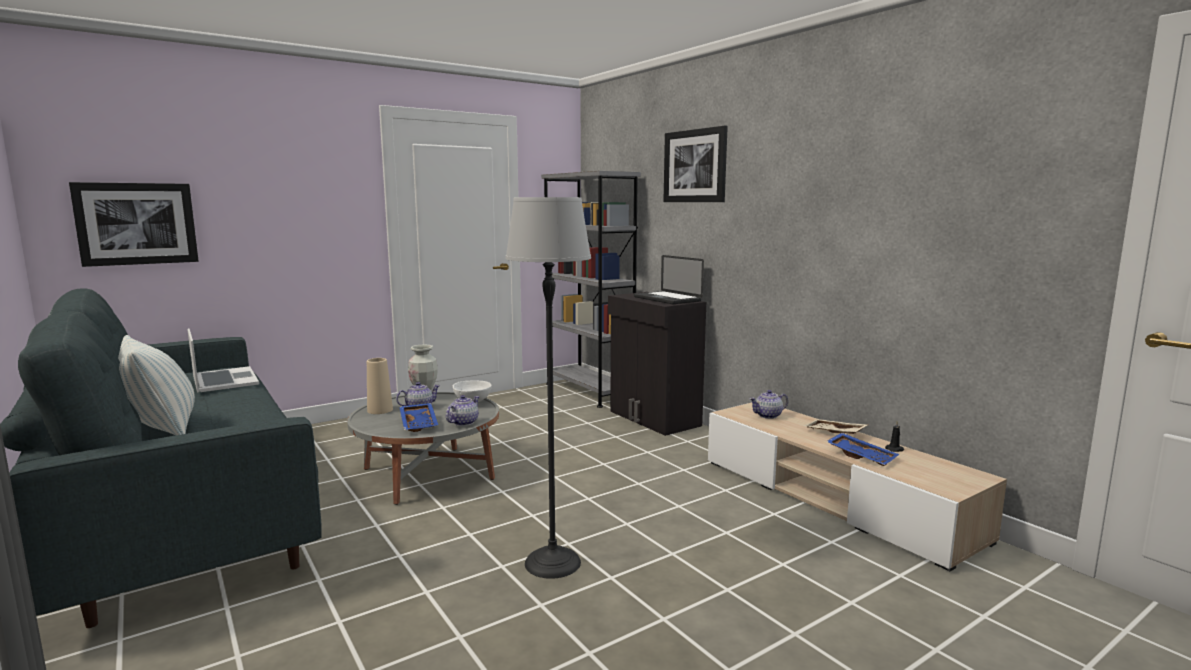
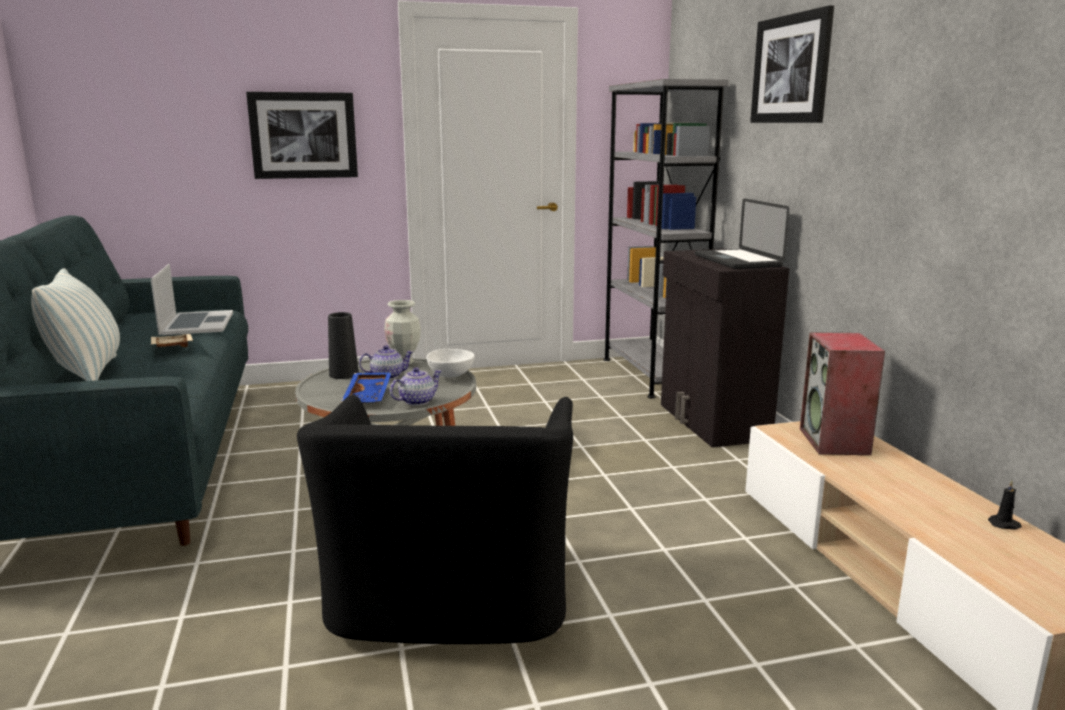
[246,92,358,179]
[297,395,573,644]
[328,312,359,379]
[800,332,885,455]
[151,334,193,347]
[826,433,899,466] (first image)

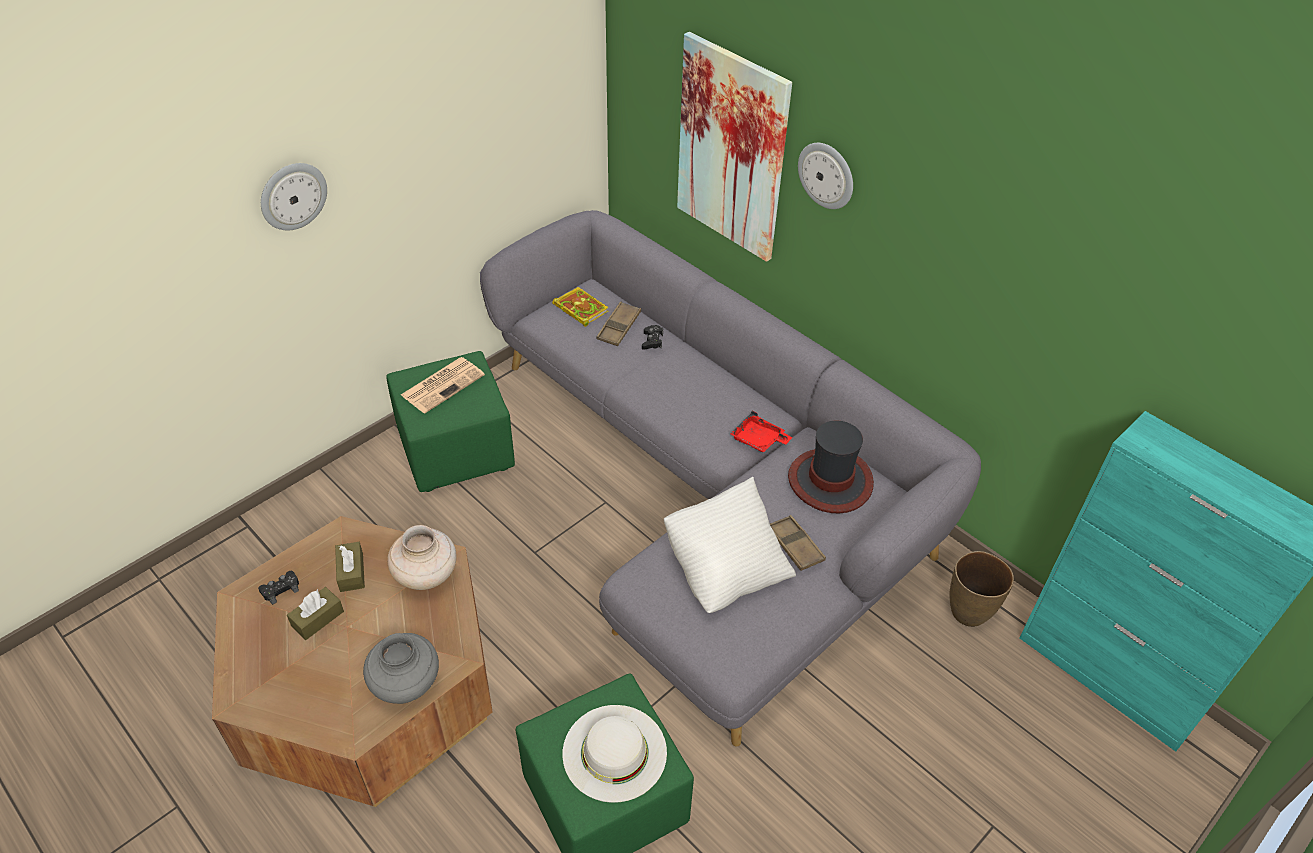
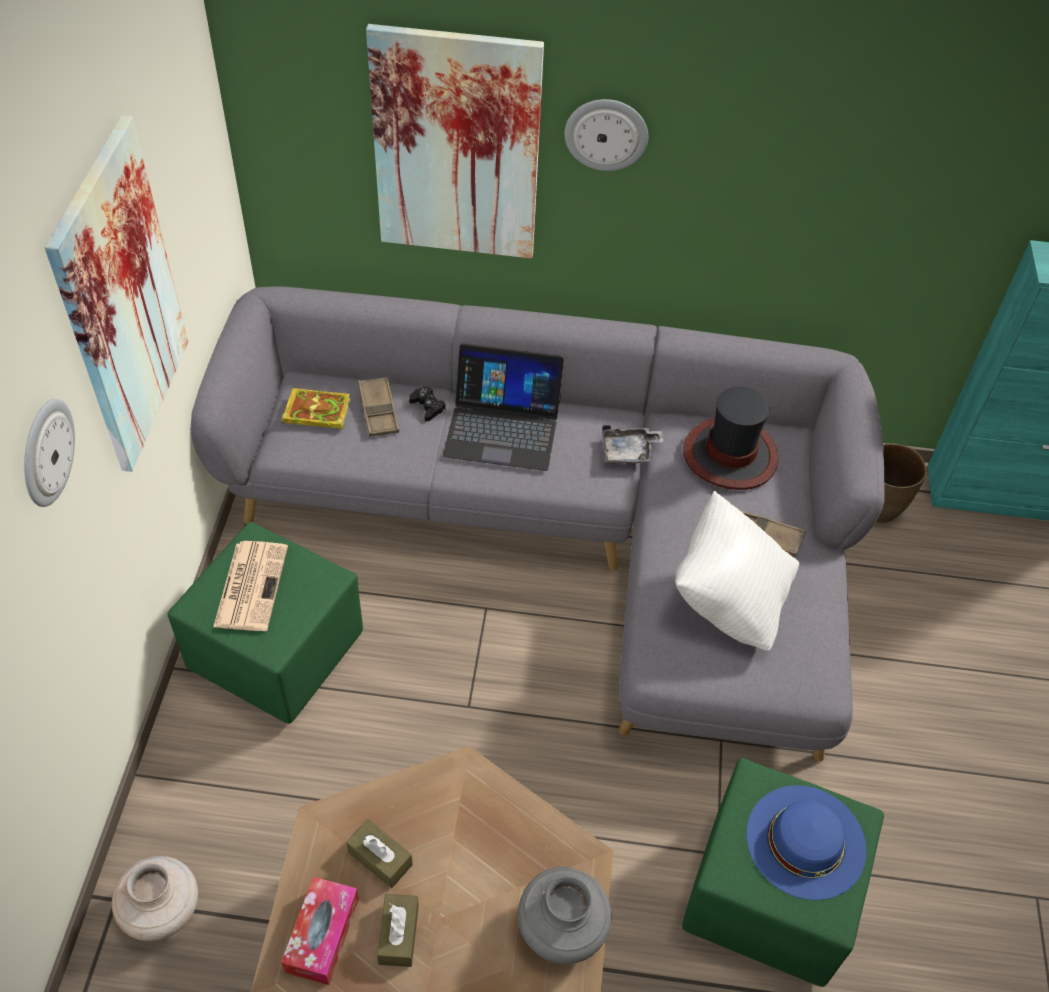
[602,425,663,464]
[112,856,198,941]
[281,877,359,985]
[746,785,867,900]
[44,116,188,472]
[443,343,564,471]

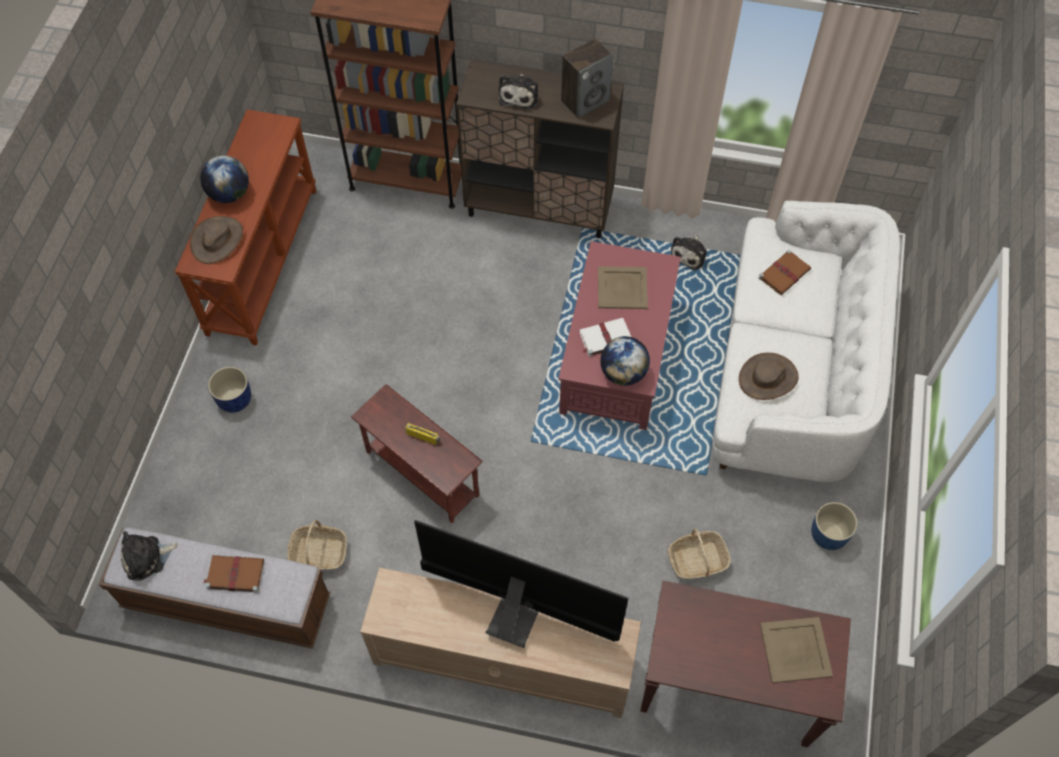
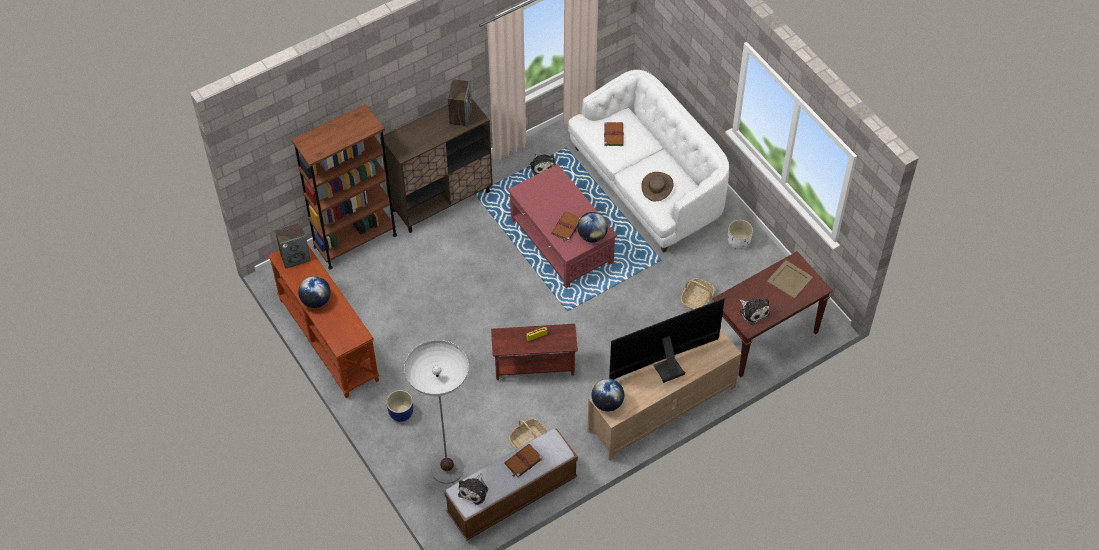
[740,298,770,325]
[190,216,243,264] (first image)
[598,266,648,309] (first image)
[551,212,580,242]
[728,220,753,249]
[275,223,311,269]
[404,340,469,484]
[591,379,624,412]

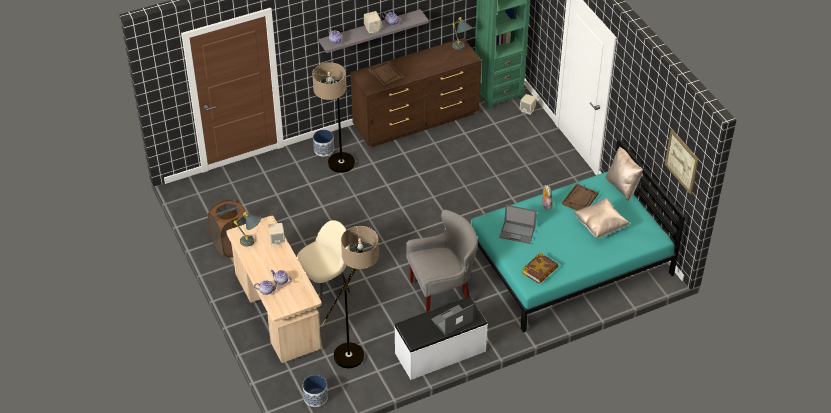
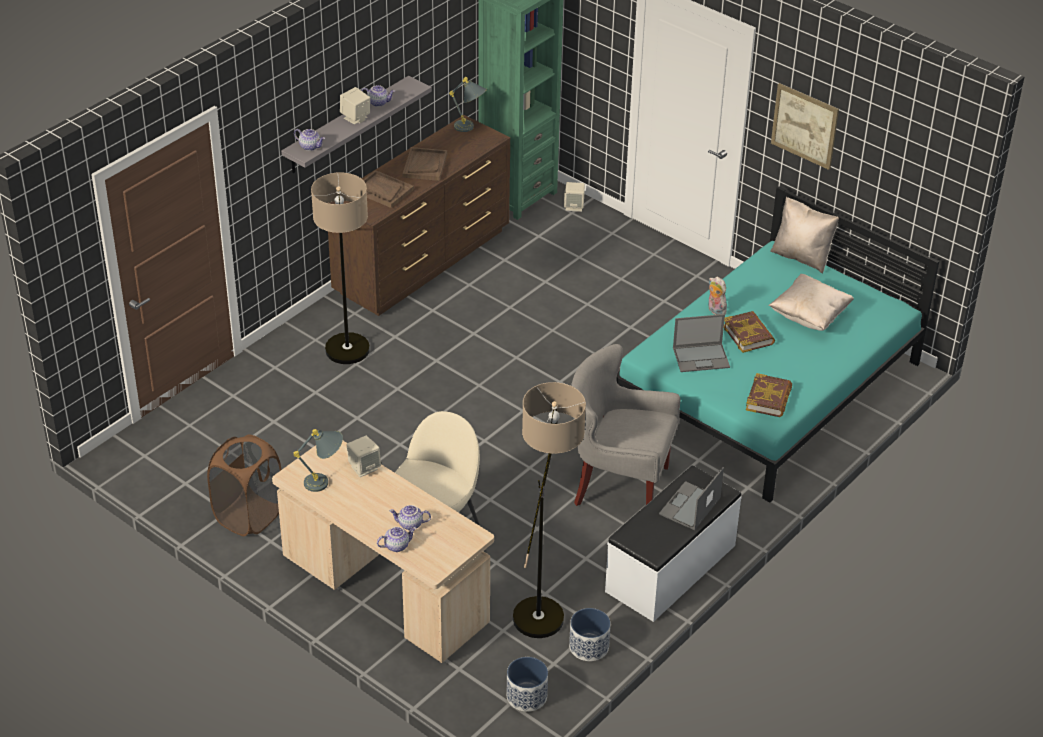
[569,608,611,661]
[771,83,839,170]
[403,147,447,181]
[571,344,680,506]
[724,311,775,353]

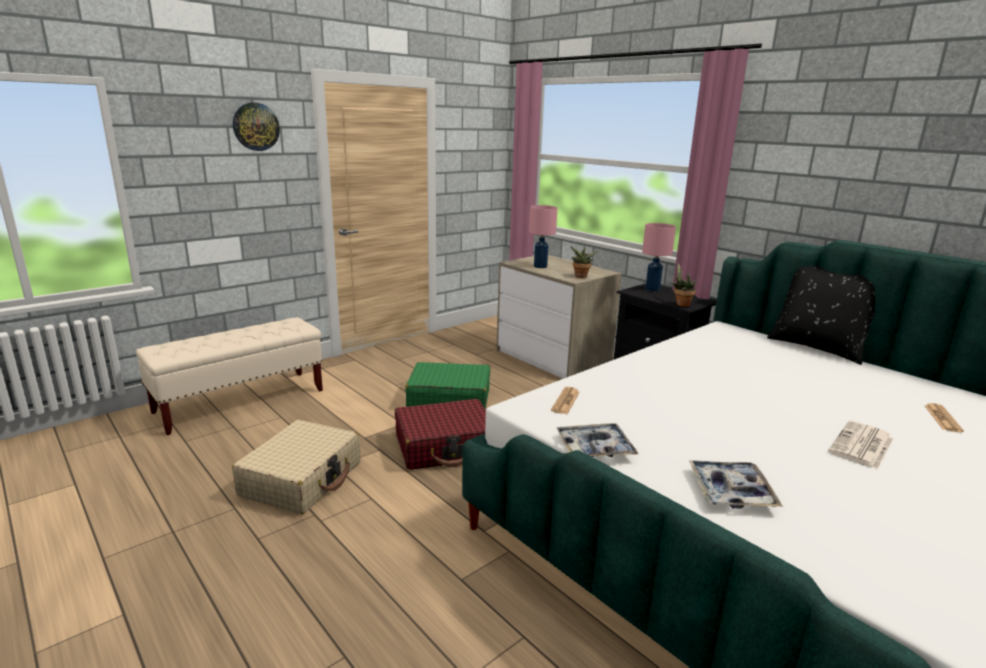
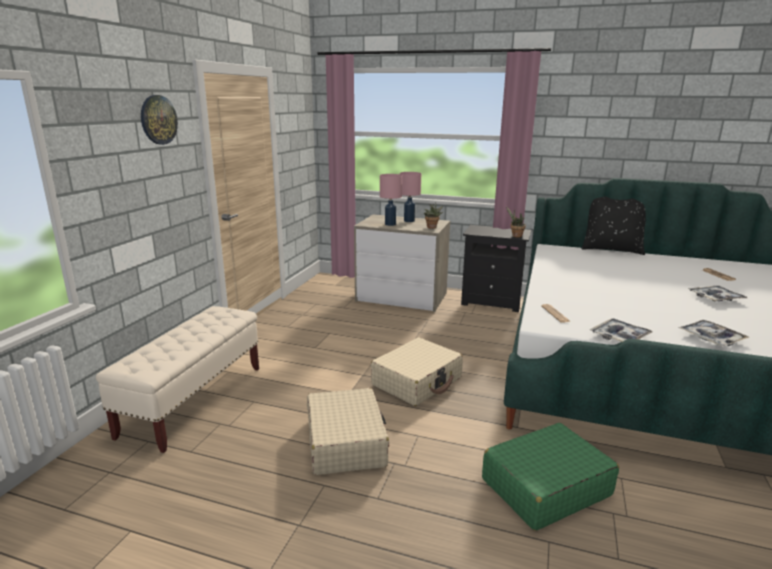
[400,172,421,222]
[482,423,619,531]
[371,338,463,406]
[688,286,747,301]

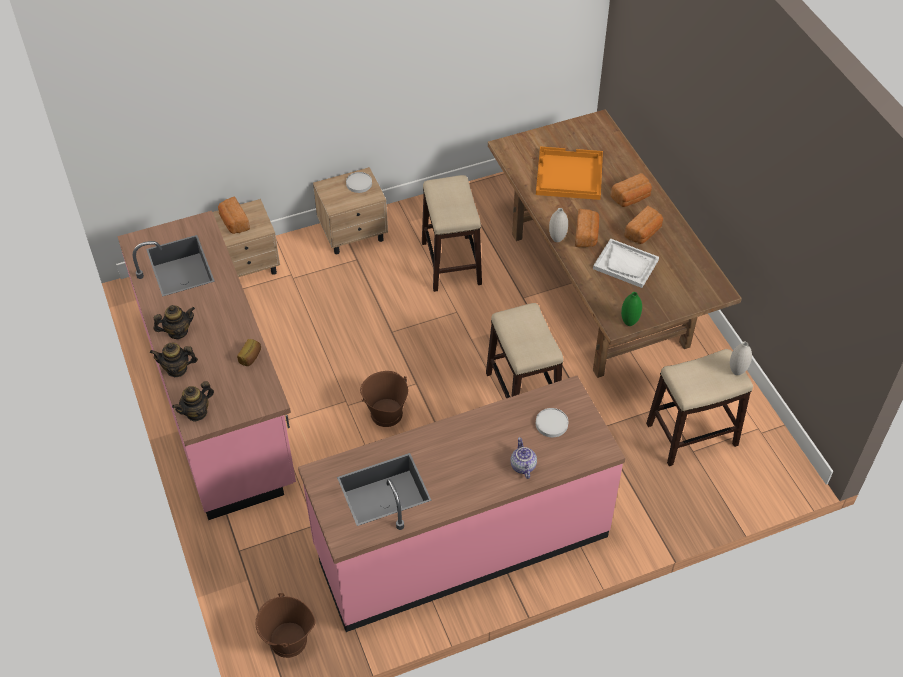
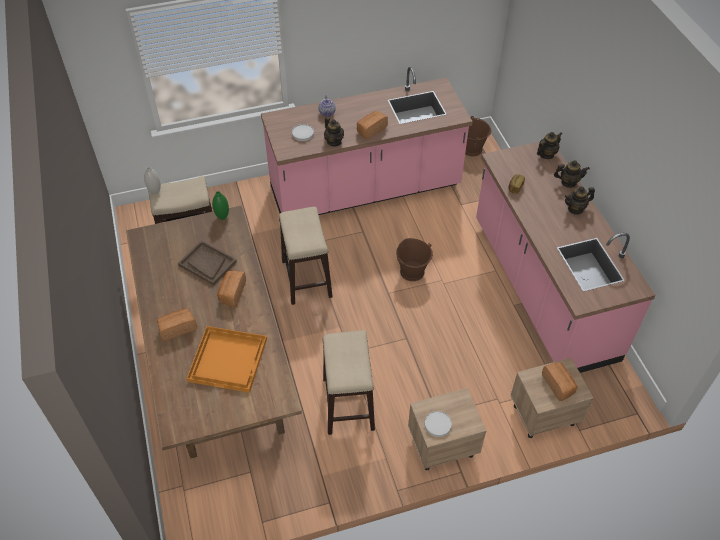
[357,111,388,140]
[549,208,568,242] (first image)
[178,240,237,286]
[324,117,344,146]

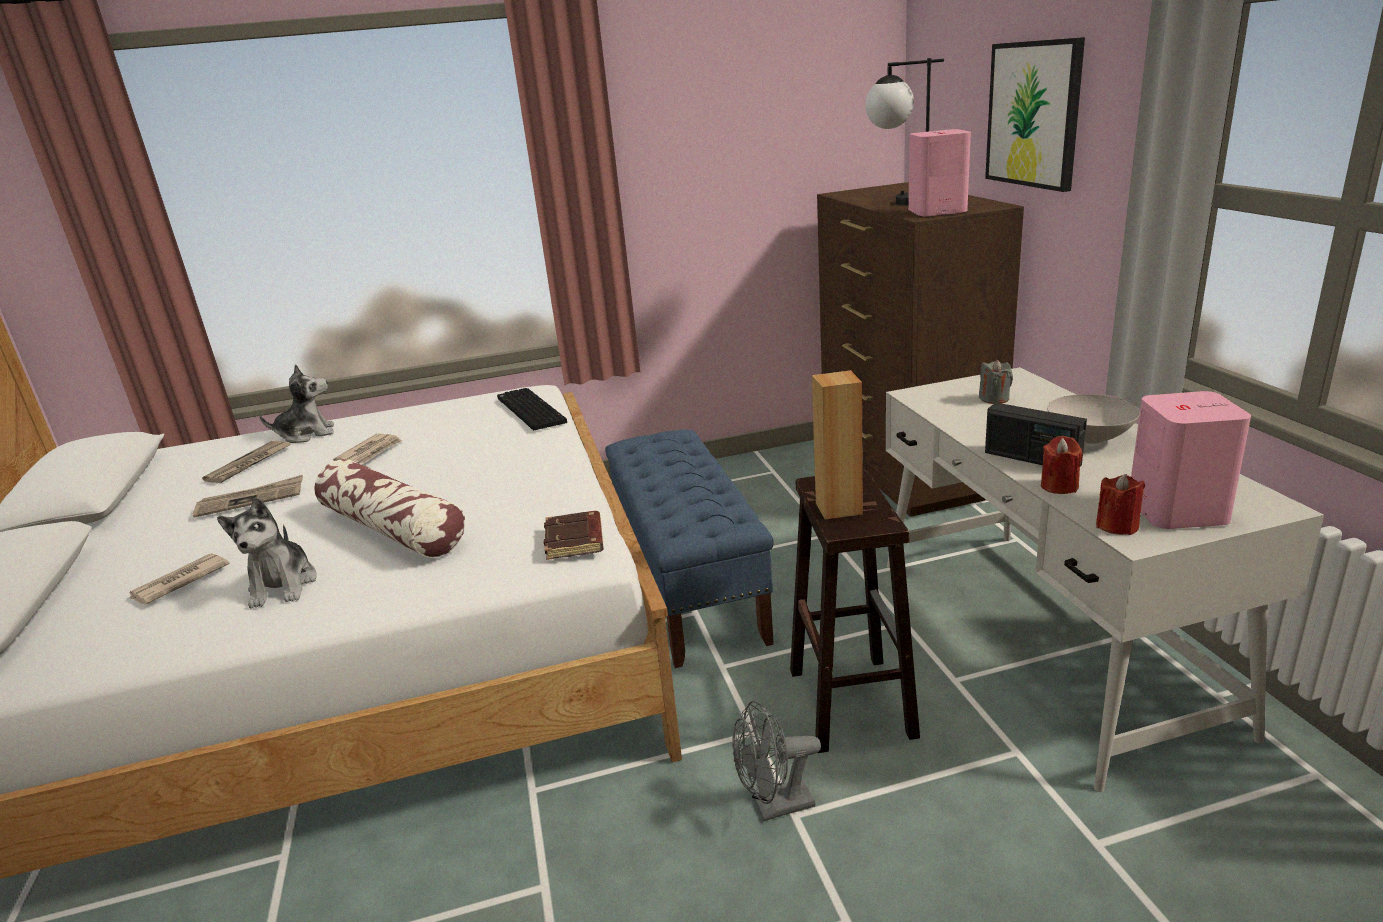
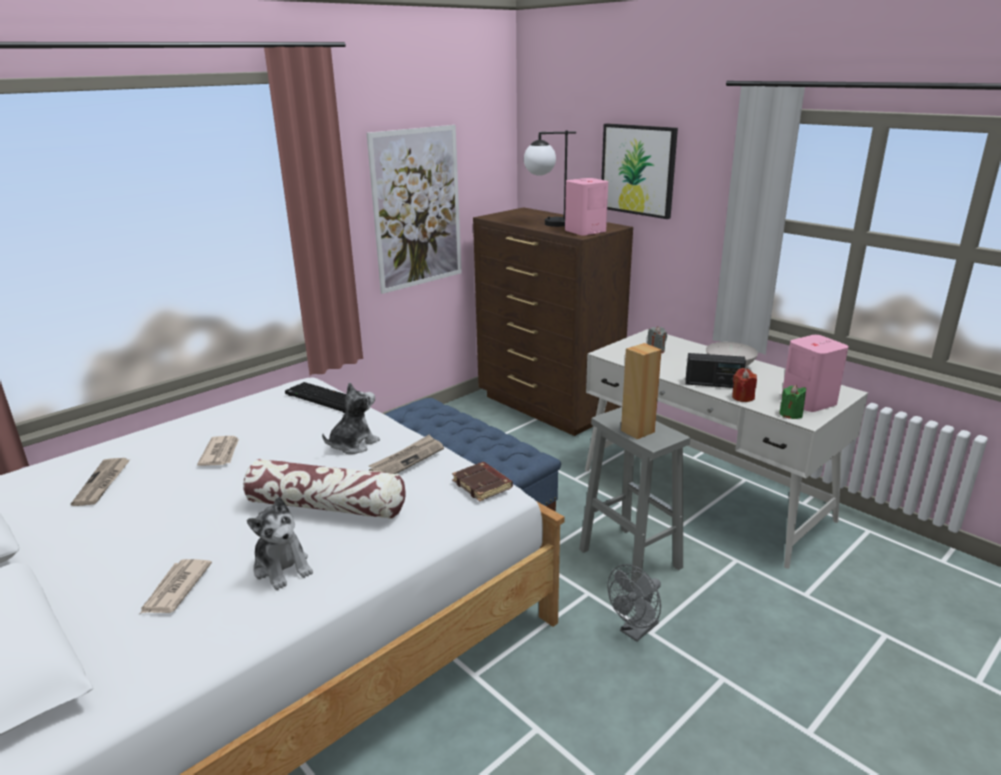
[322,382,380,454]
[579,407,690,589]
[779,385,806,419]
[369,434,444,474]
[367,125,462,294]

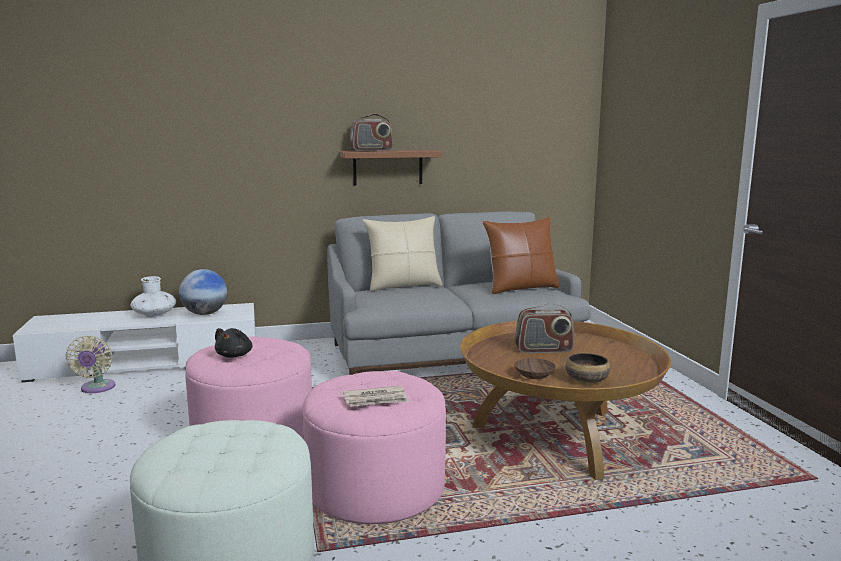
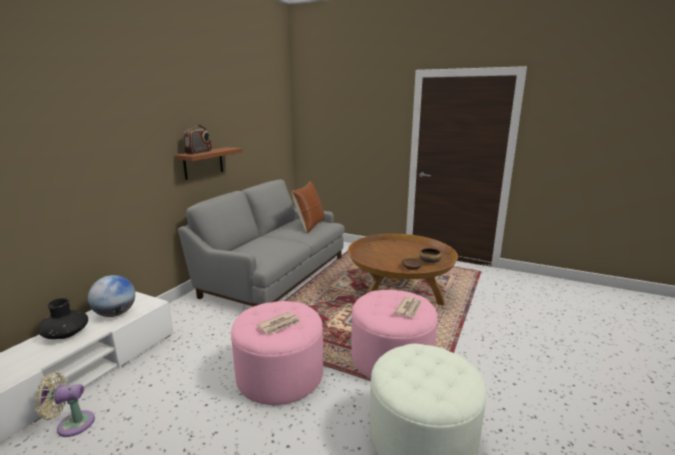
[363,216,442,291] (first image)
[38,298,88,339]
[515,303,574,353] (first image)
[257,312,301,335]
[35,372,95,437]

